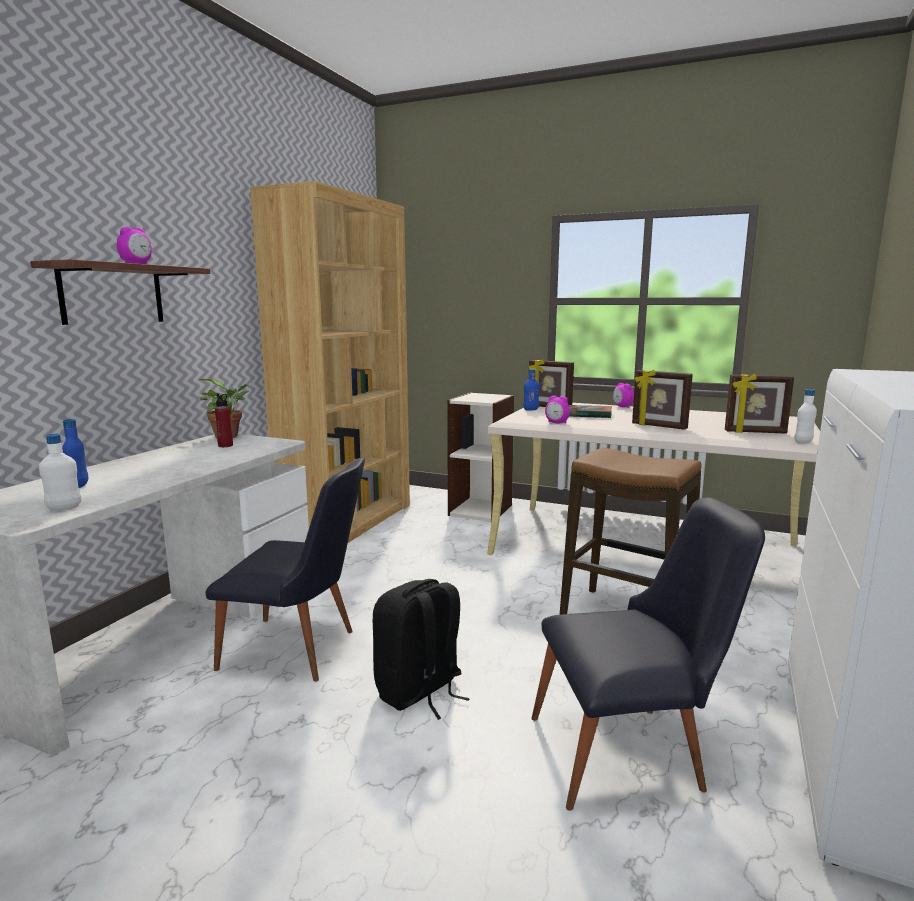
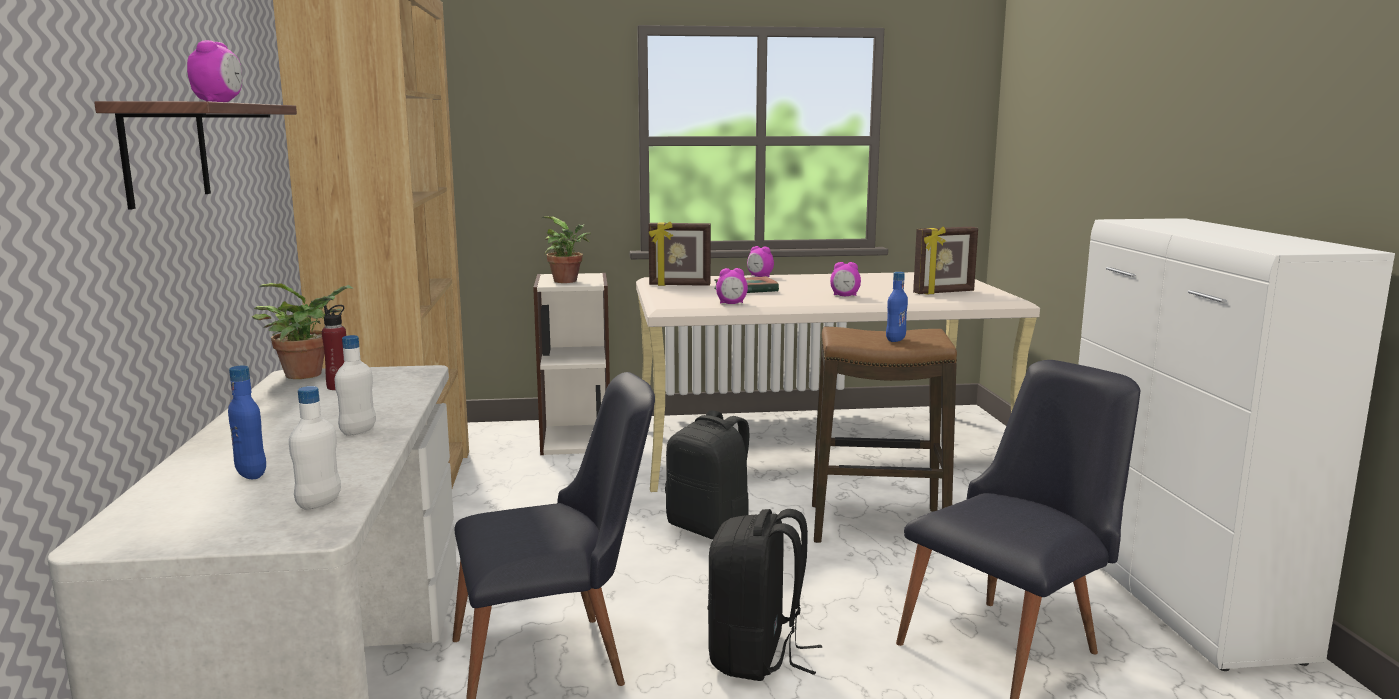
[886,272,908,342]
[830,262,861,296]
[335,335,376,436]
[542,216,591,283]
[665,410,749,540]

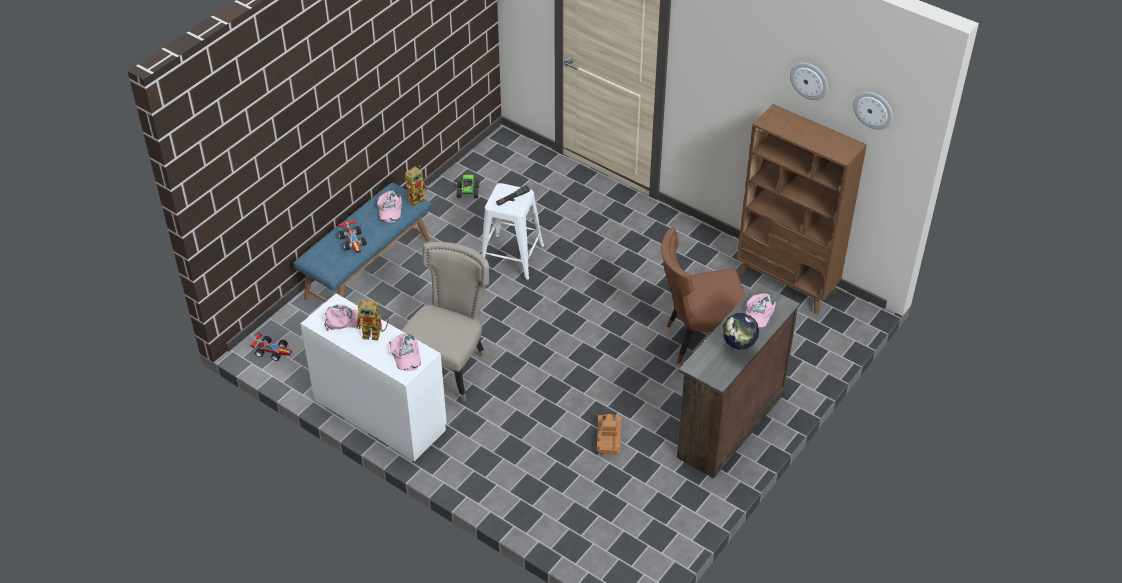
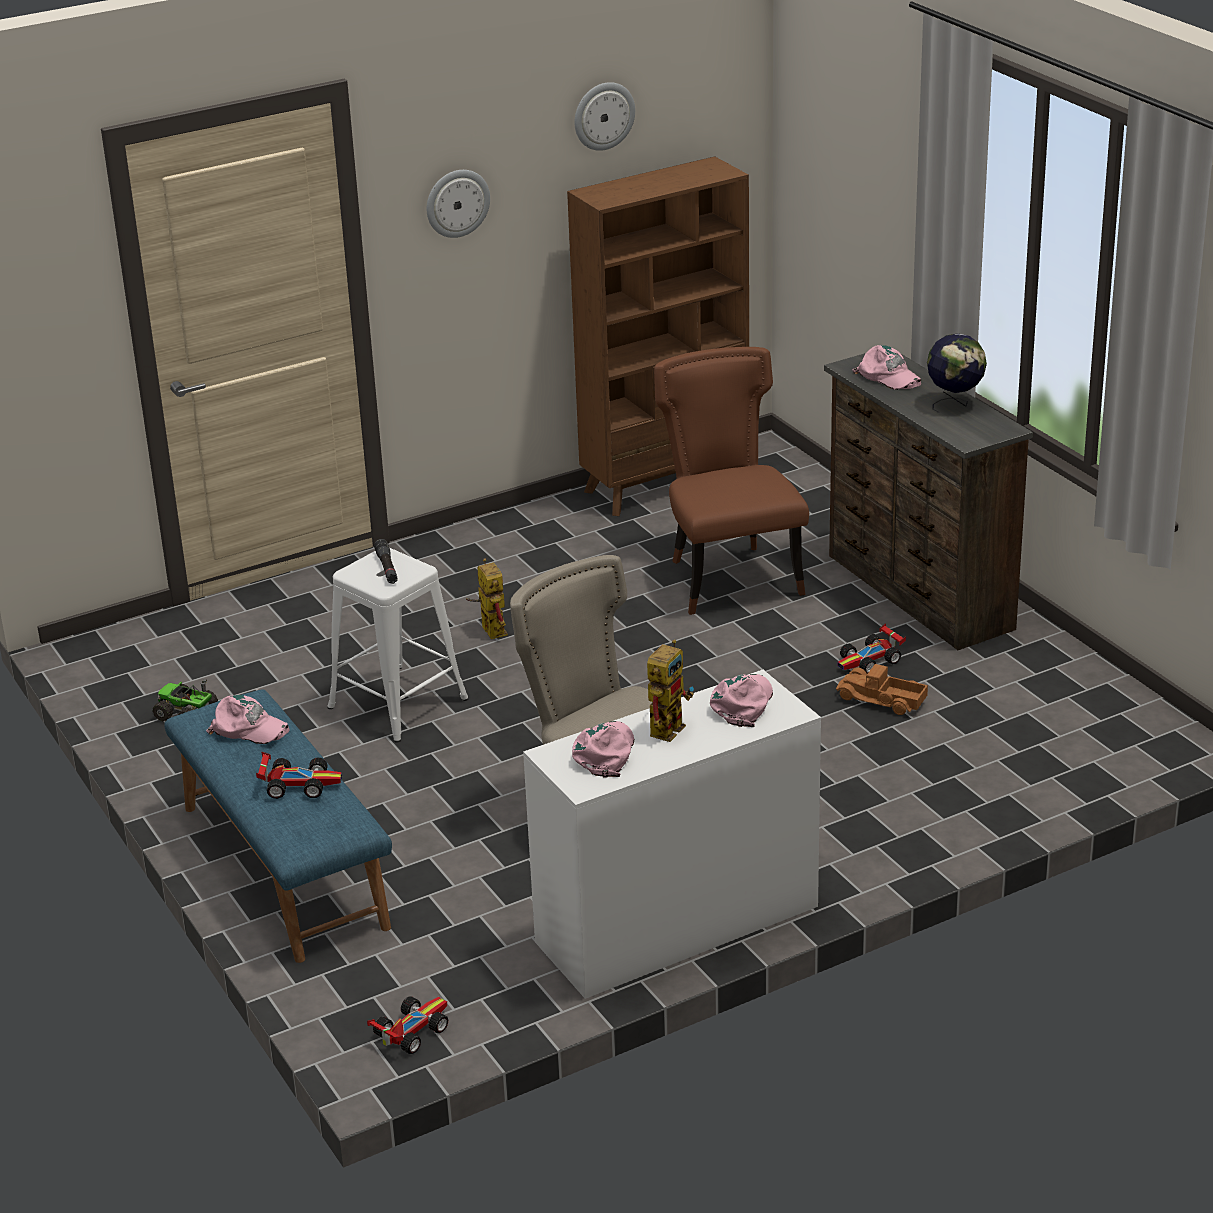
[427,170,490,238]
[466,558,508,639]
[654,347,809,615]
[710,674,773,727]
[838,623,906,674]

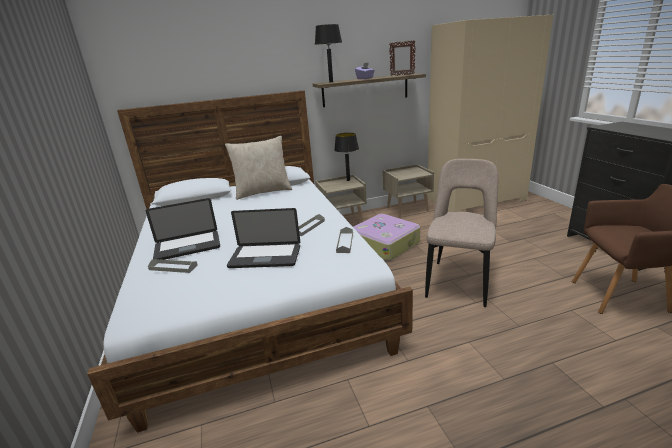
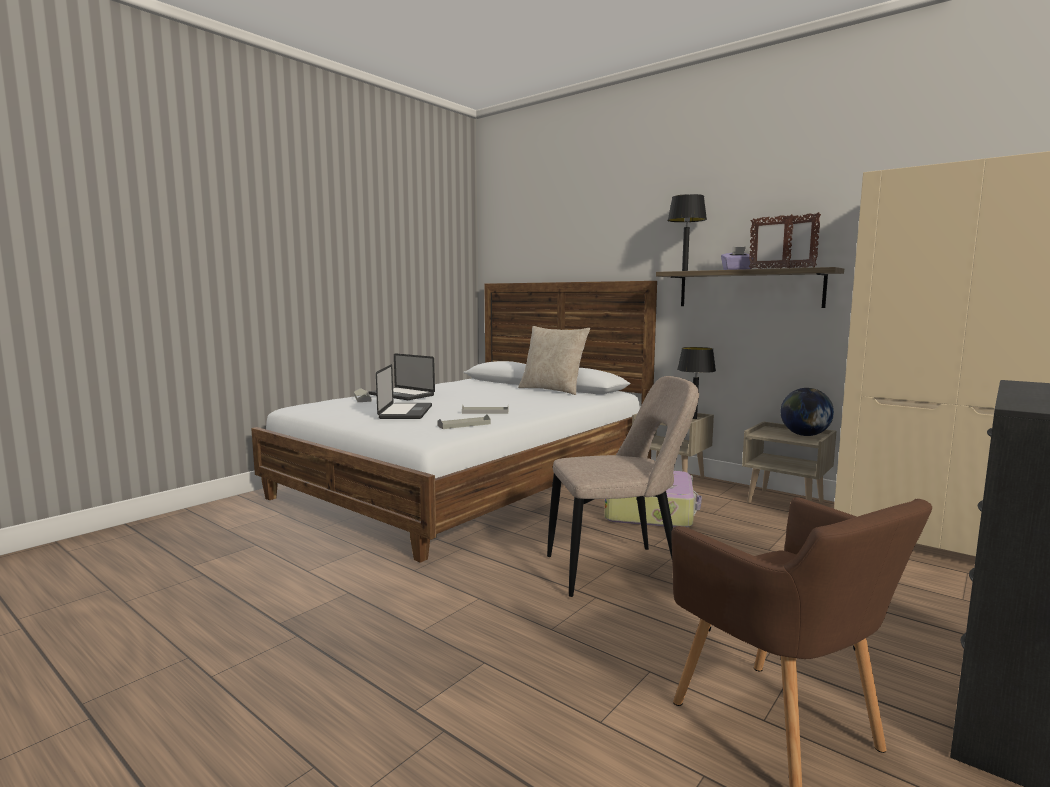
[376,364,432,419]
[749,214,794,269]
[781,388,834,436]

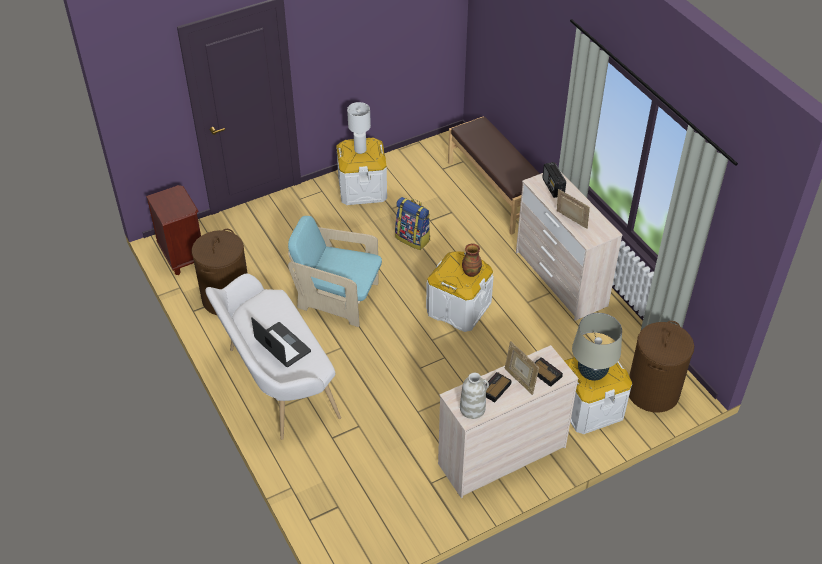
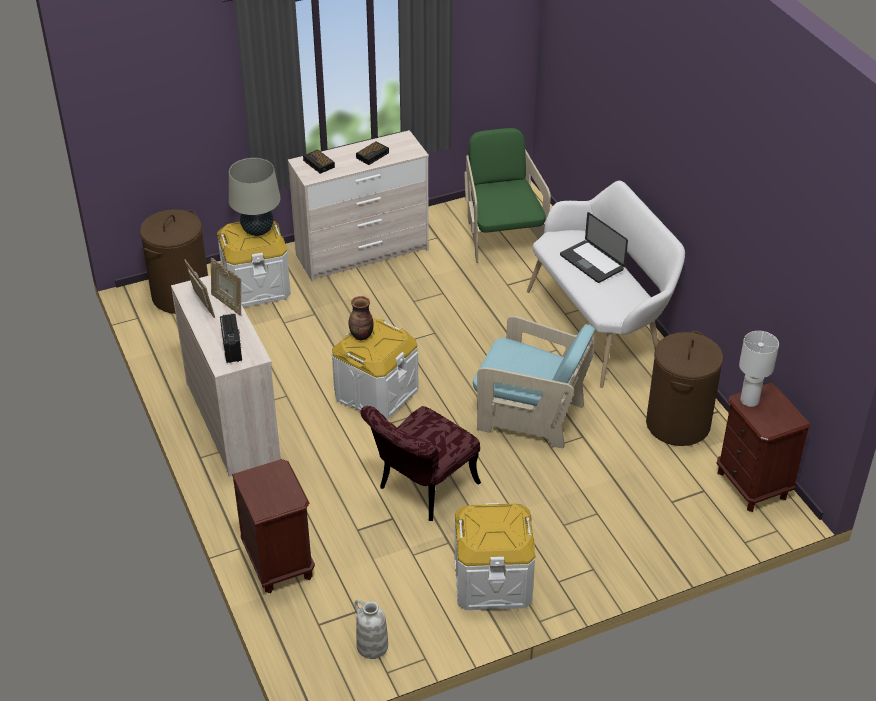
[739,331,779,407]
[232,459,315,593]
[360,406,481,521]
[185,260,215,318]
[354,600,388,659]
[464,128,551,263]

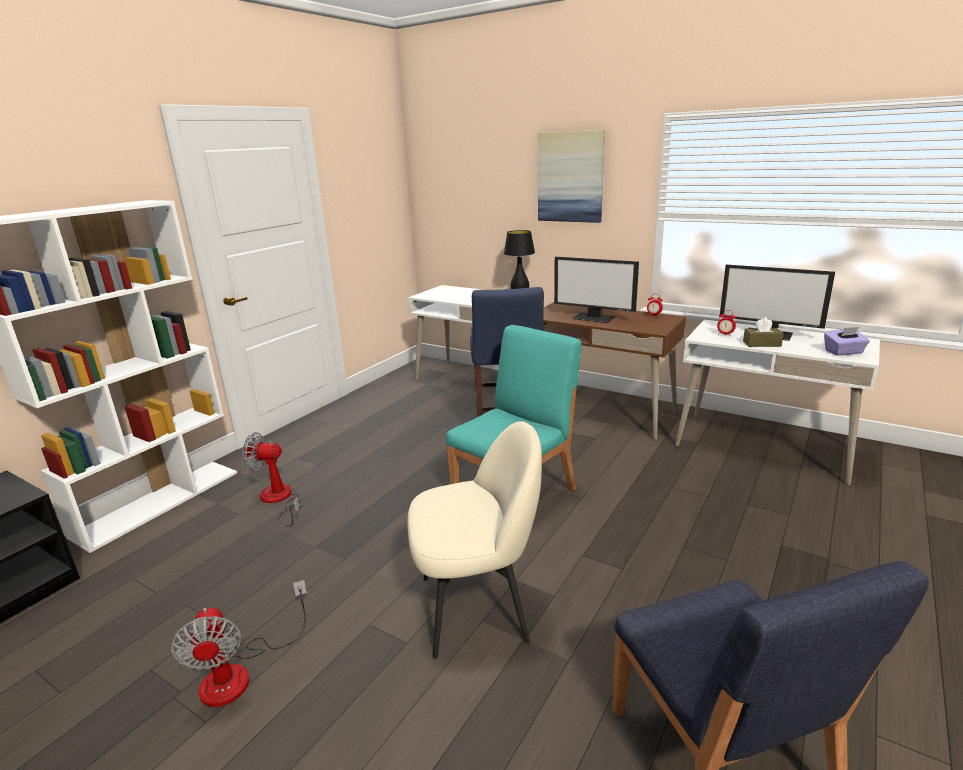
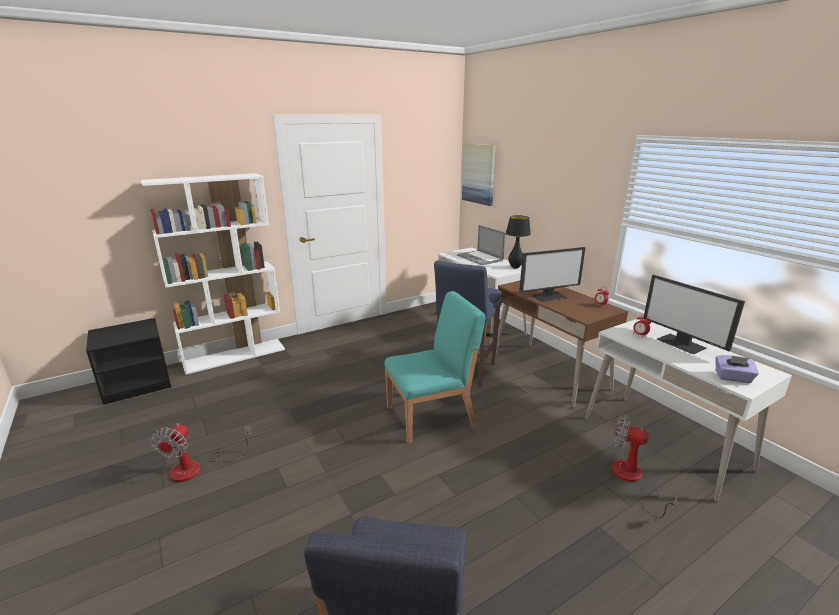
[462,143,496,206]
[519,247,585,302]
[743,317,784,347] (first image)
[407,421,542,659] (first image)
[612,414,677,518]
[457,225,506,265]

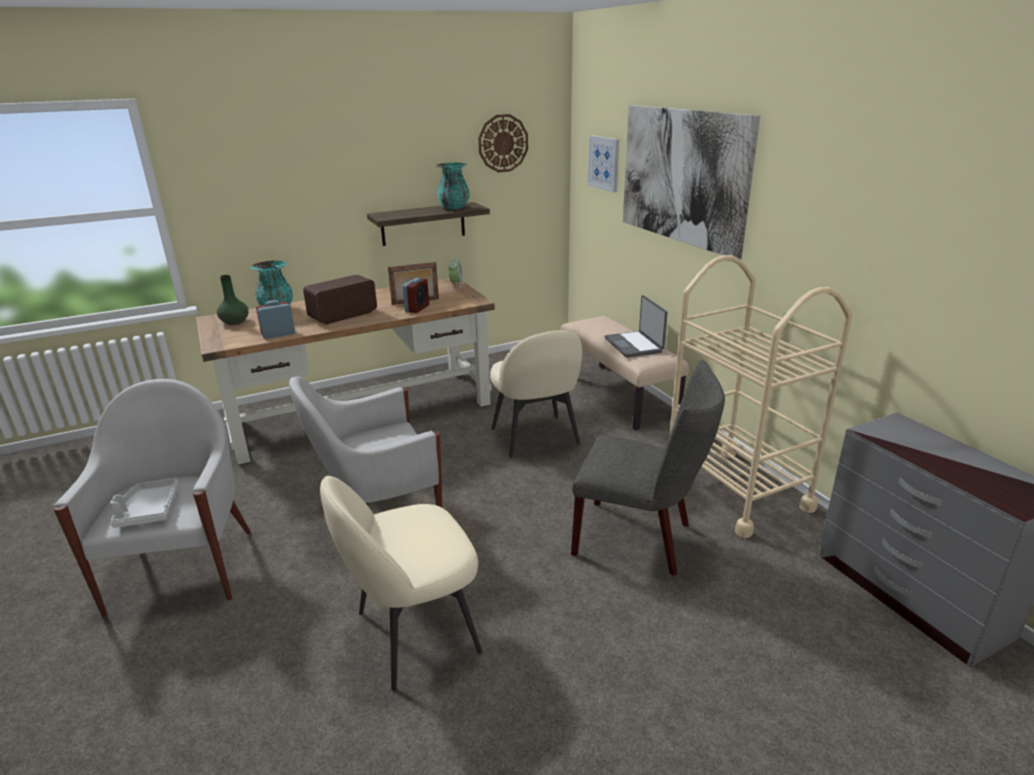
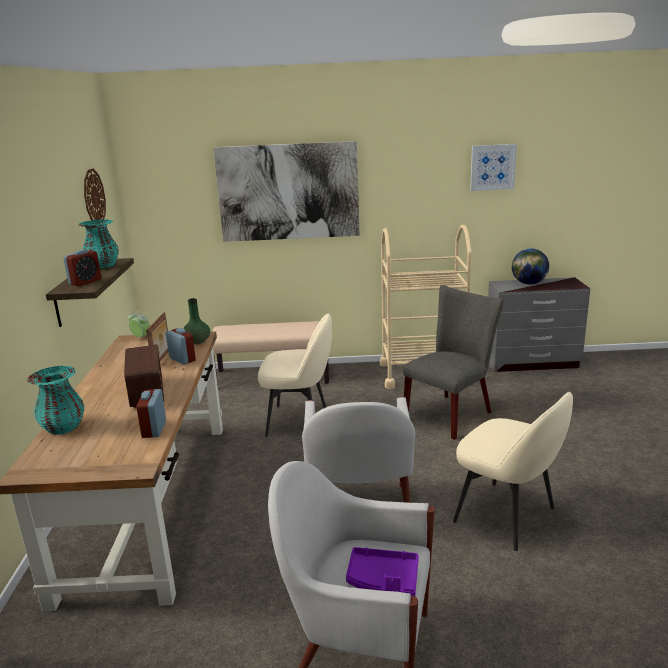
[470,144,517,191]
[183,298,210,344]
[604,295,668,358] (first image)
[453,392,573,551]
[346,547,419,596]
[512,249,549,284]
[63,250,101,286]

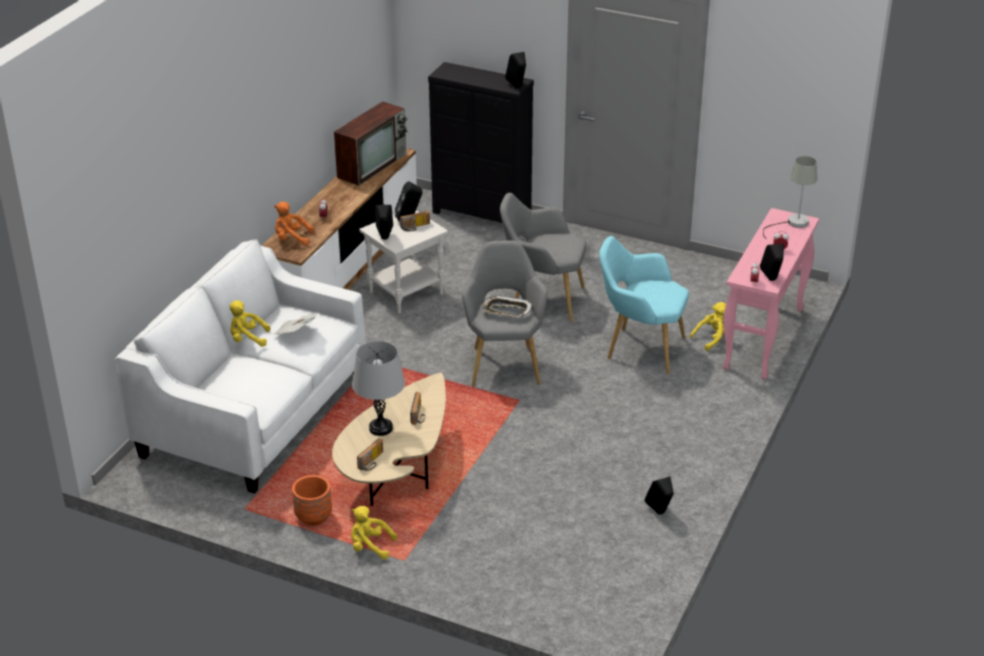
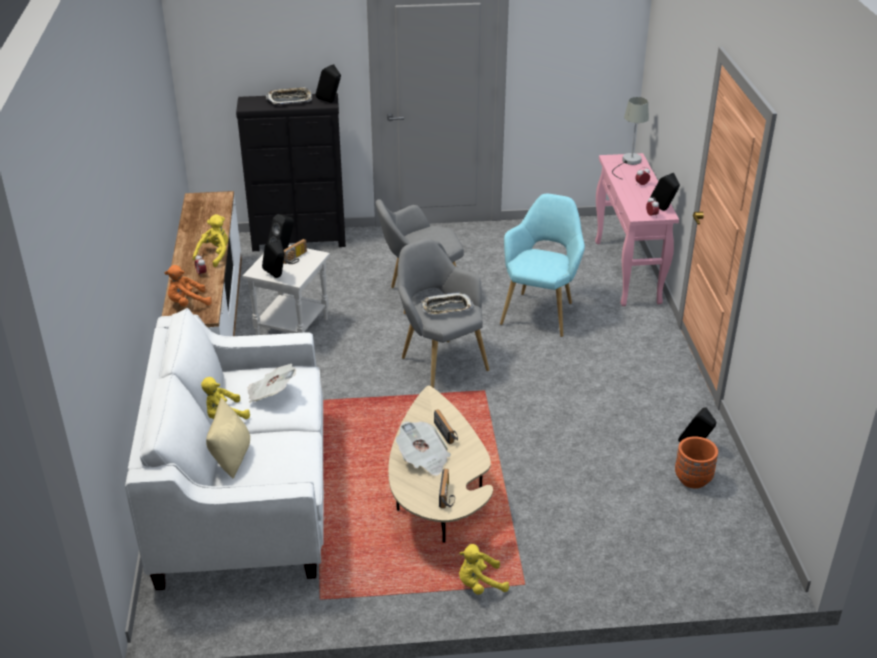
[334,101,408,186] (first image)
[500,194,585,337]
[193,214,228,267]
[396,421,451,476]
[675,436,718,489]
[266,87,312,104]
[206,398,250,478]

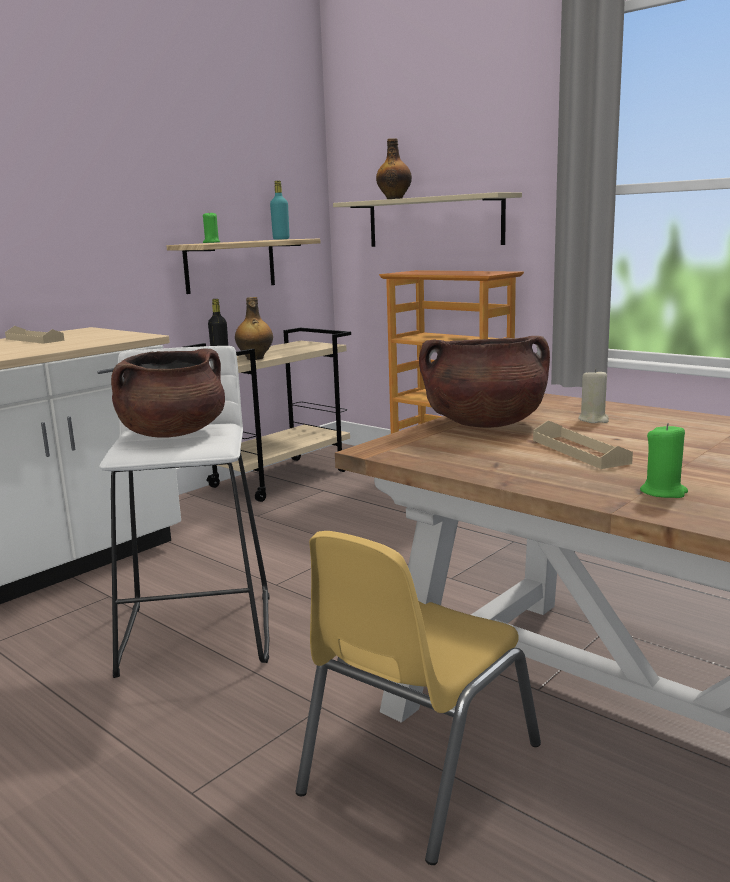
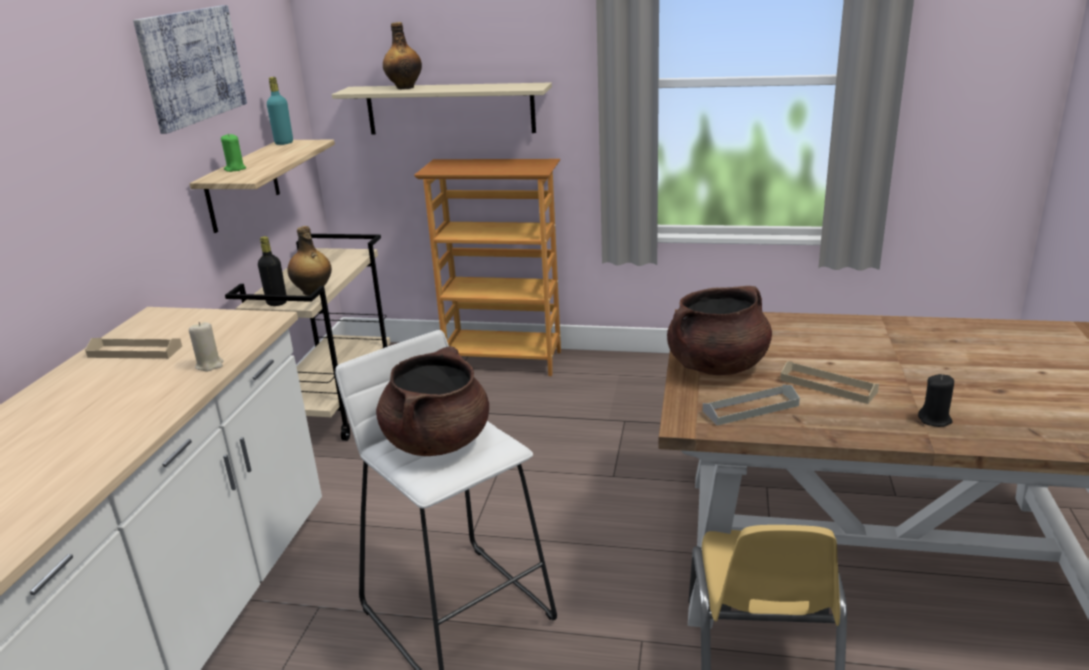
[189,322,224,371]
[918,374,954,427]
[133,5,247,134]
[702,385,800,426]

